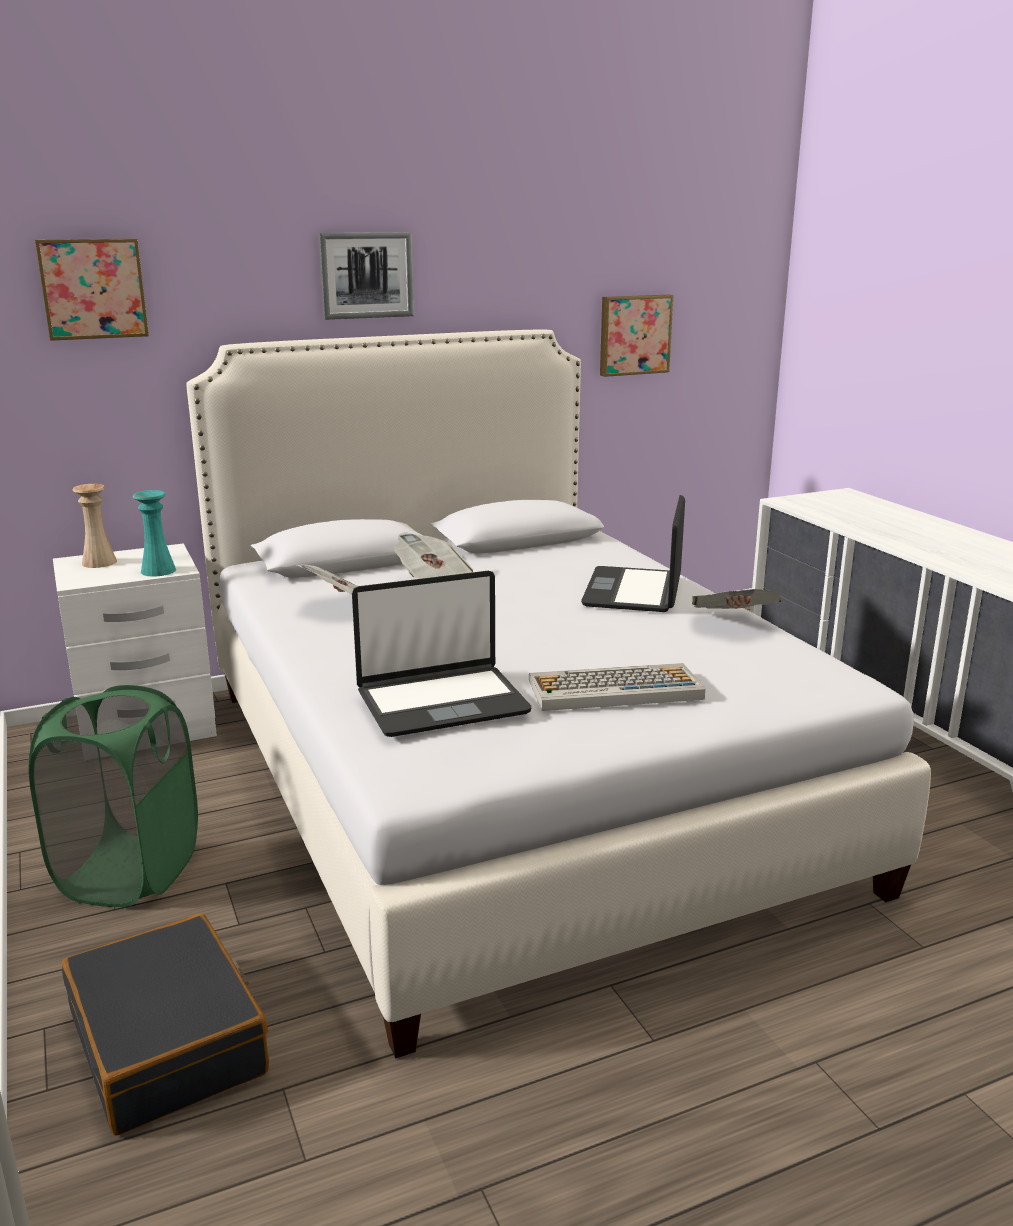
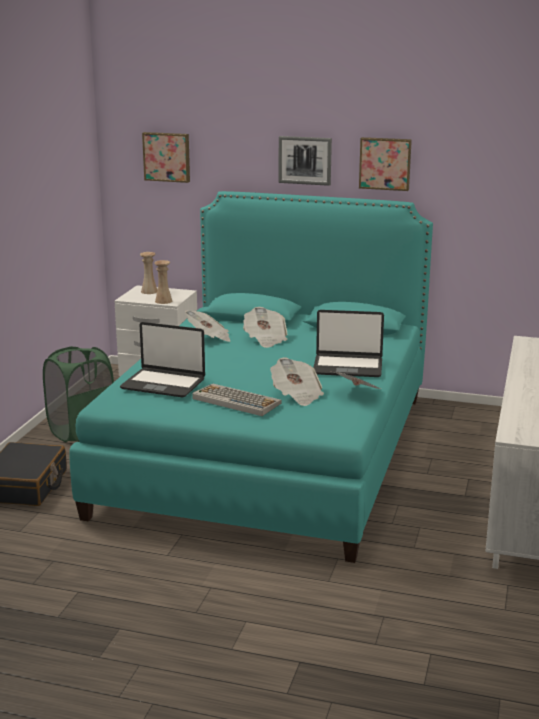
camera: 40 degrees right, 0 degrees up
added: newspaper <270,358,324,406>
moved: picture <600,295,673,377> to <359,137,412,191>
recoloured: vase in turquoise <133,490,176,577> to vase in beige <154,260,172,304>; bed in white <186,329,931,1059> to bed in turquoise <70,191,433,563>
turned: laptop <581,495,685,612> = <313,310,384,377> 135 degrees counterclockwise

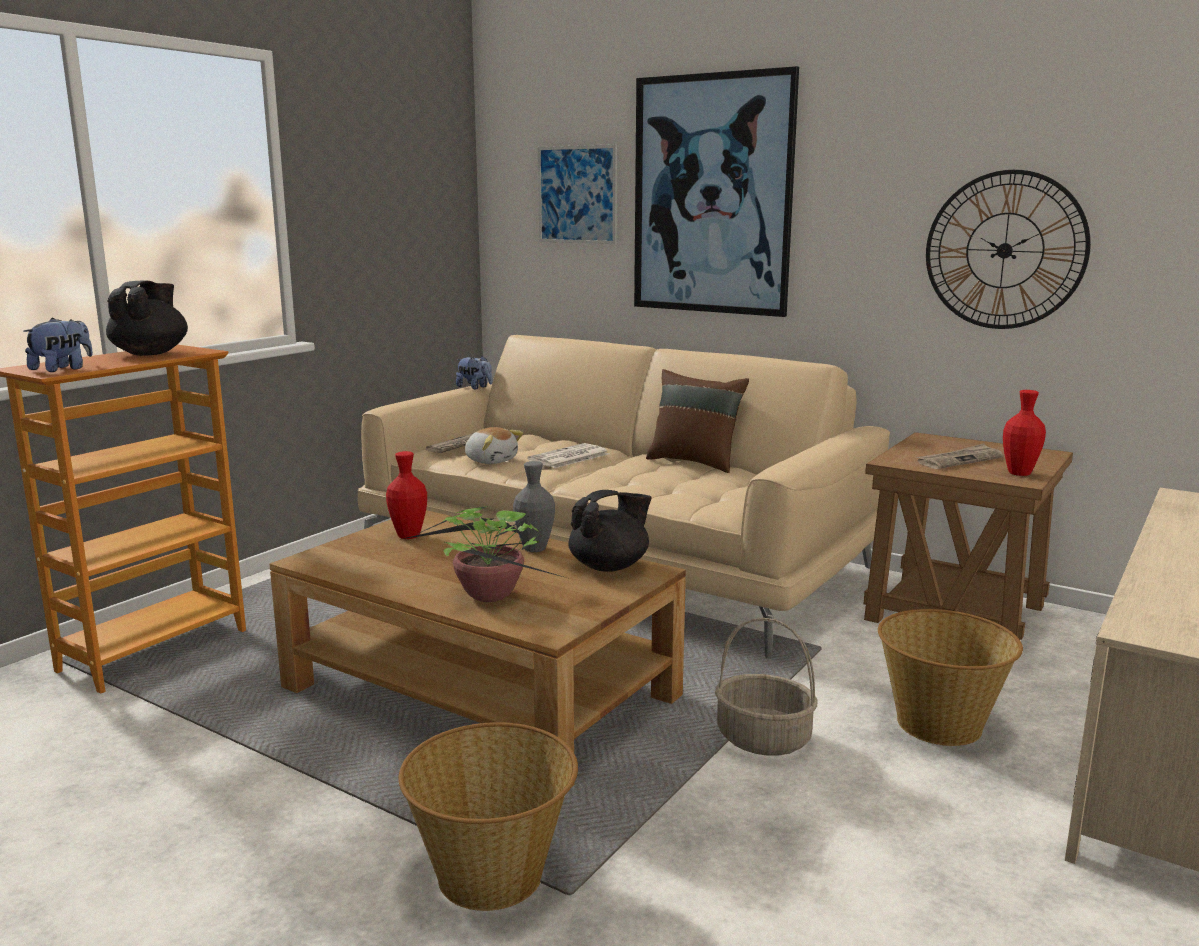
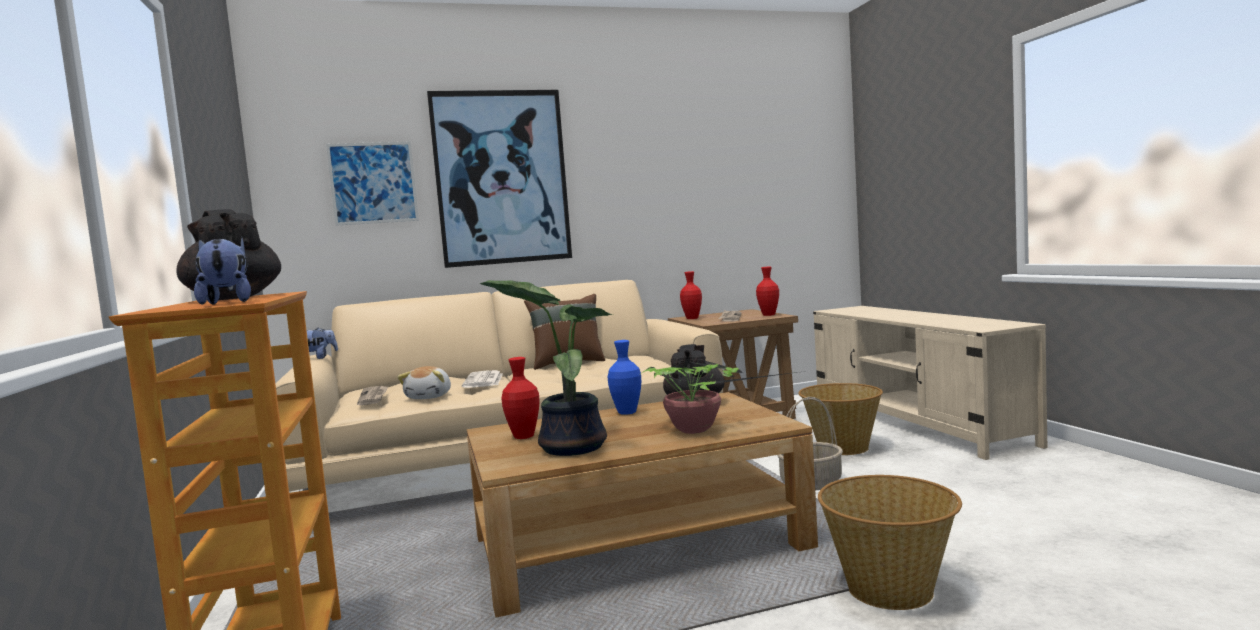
camera: 50 degrees left, 10 degrees down
removed: wall clock <926,170,1091,329>
added: potted plant <479,280,613,456>; vase in red <680,271,702,319>
recoloured: vase in grey <513,461,555,552> to vase in blue <608,340,641,415>
turned: plush toy <465,427,523,464> = <397,366,451,399> 105 degrees clockwise

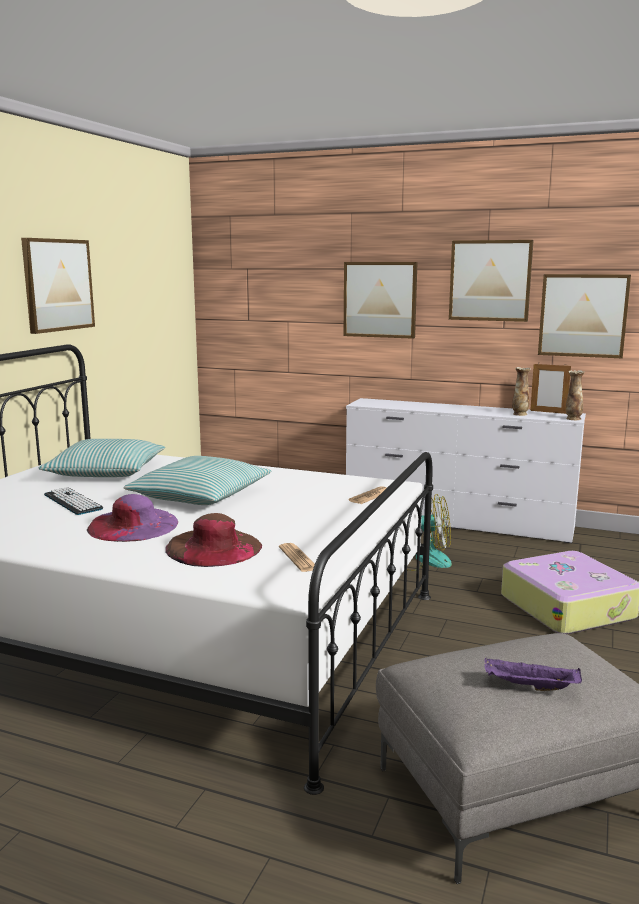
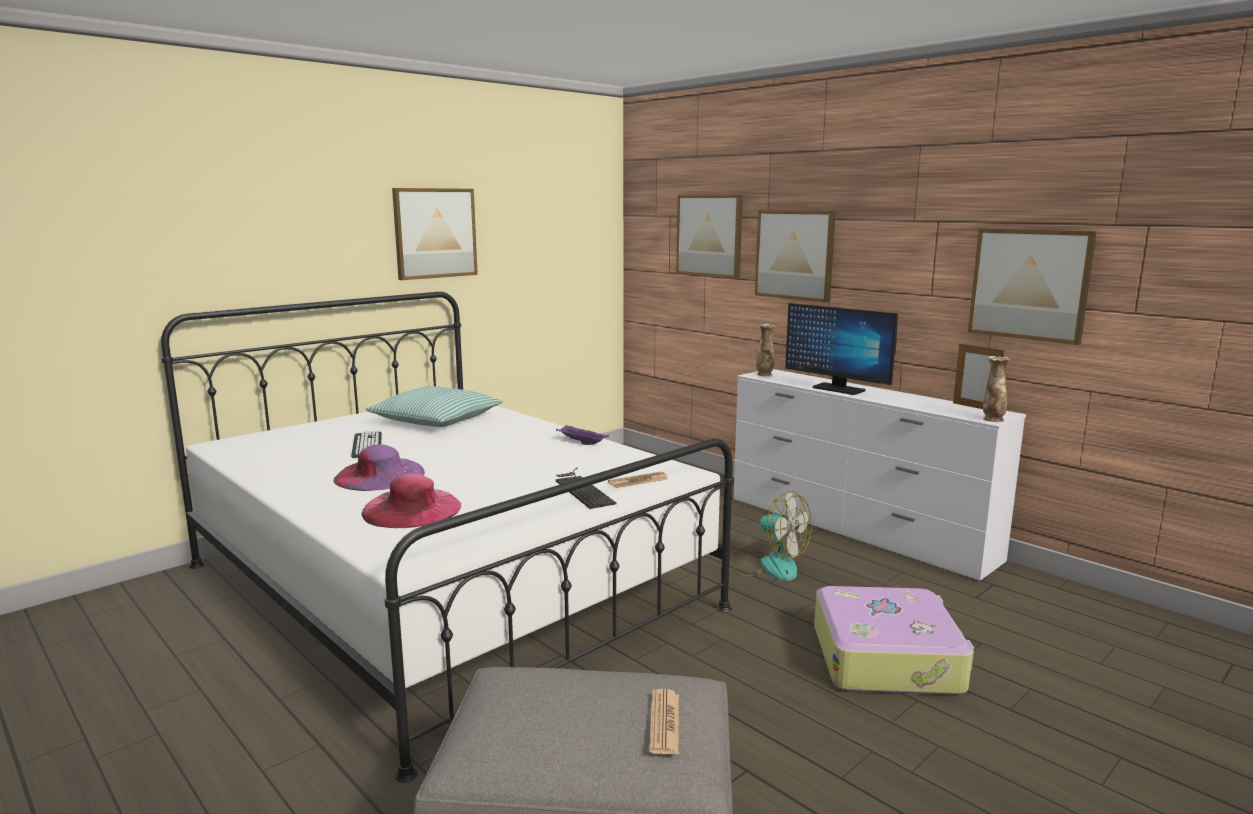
camera: 25 degrees right, 0 degrees up
removed: pillow <123,456,271,505>
added: keyboard <556,467,616,509>; monitor <785,303,898,395>
moved: newspaper <279,543,315,572> to <649,689,679,754>; picture <449,240,534,322> to <676,195,743,279>; tray in purple <484,658,582,691> to <556,425,609,445>; vase <512,367,530,416> to <756,324,776,376>
recoloured: hat in brown <165,513,262,567> to hat in pink <362,474,461,528>

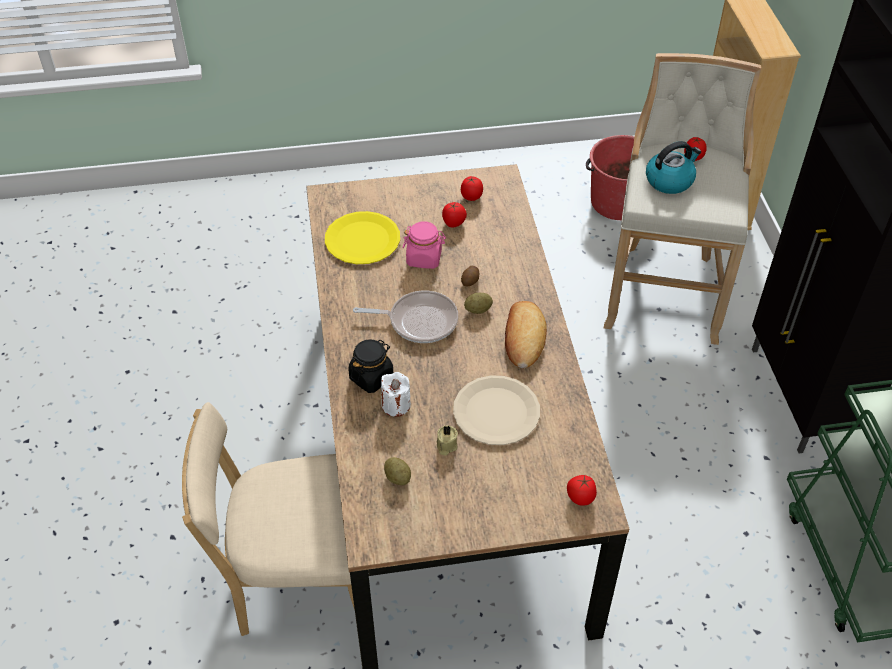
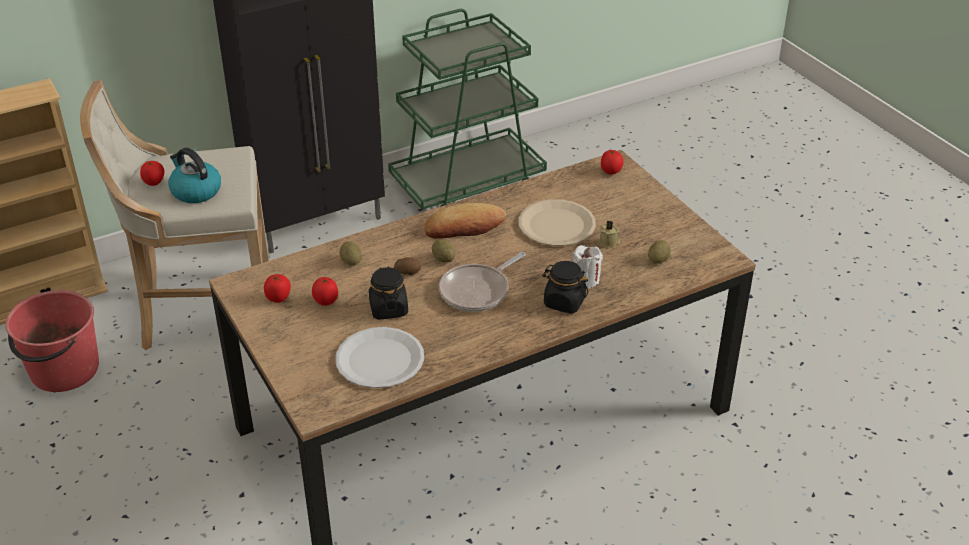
camera: 110 degrees left, 10 degrees down
removed: chair in beige <182,402,355,636>
added: potato <339,242,362,265>
recoloured: plate in yellow <325,211,400,264> to plate in white <336,327,424,388>; jar in pink <403,221,446,269> to jar in black <369,267,408,320>
turned: frying pan <353,290,458,343> = <439,252,526,312> 120 degrees counterclockwise

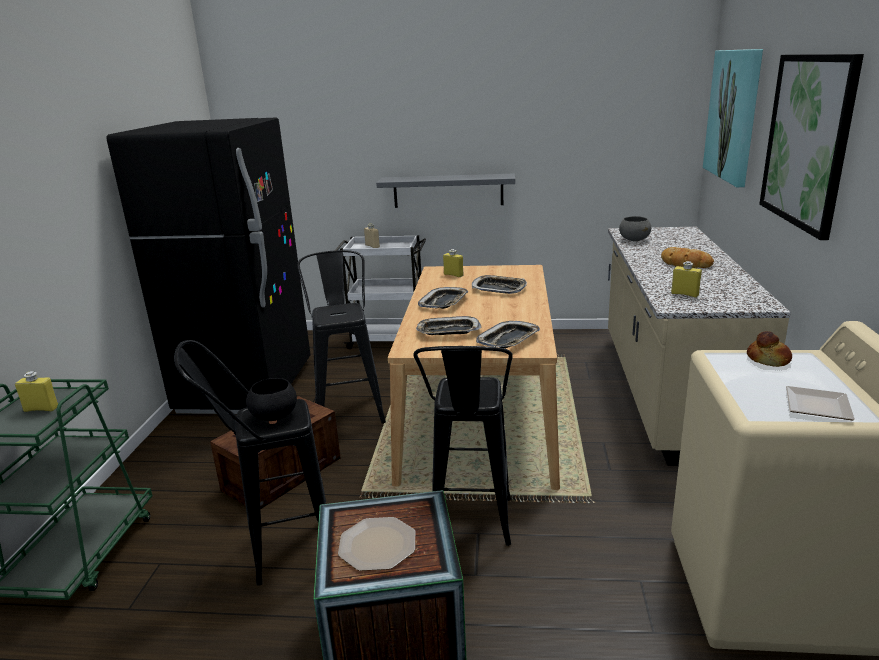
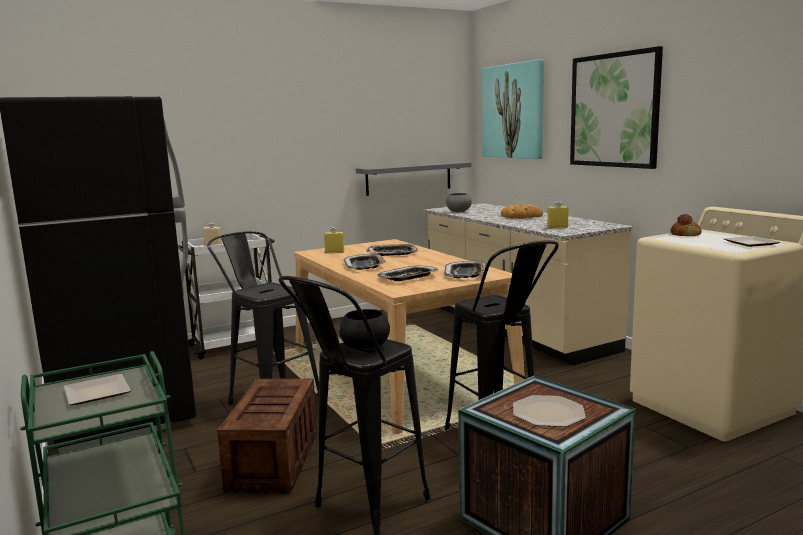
camera: 35 degrees left, 10 degrees down
moved: shelf in grey <376,173,515,208> to <356,162,471,196>
replaced: bottle in yellow <15,371,58,412> to plate <64,374,131,405>

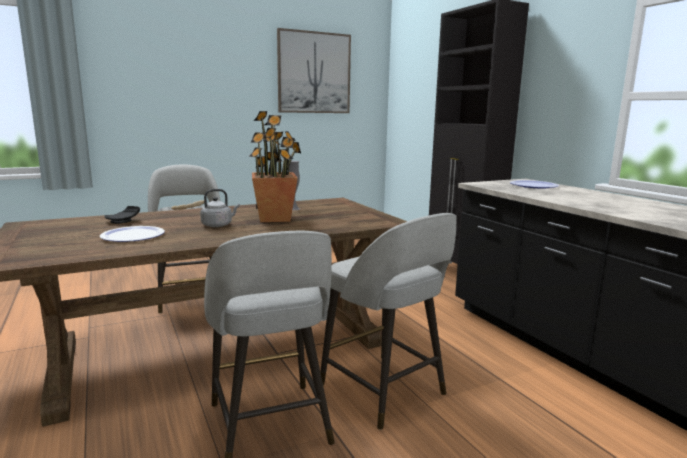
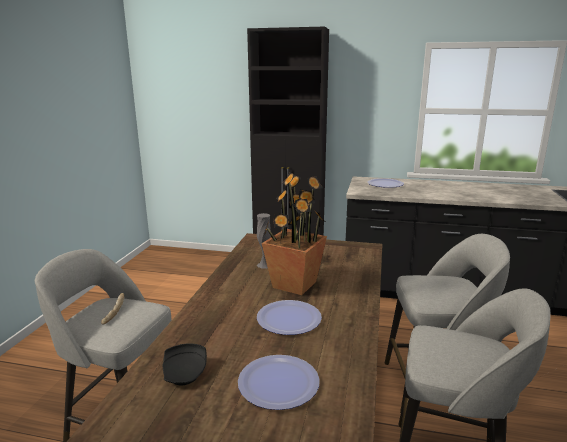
camera: 50 degrees left, 5 degrees up
removed: picture <277,28,351,113>
replaced: kettle in grey <200,189,240,227> to plate <257,300,322,335>

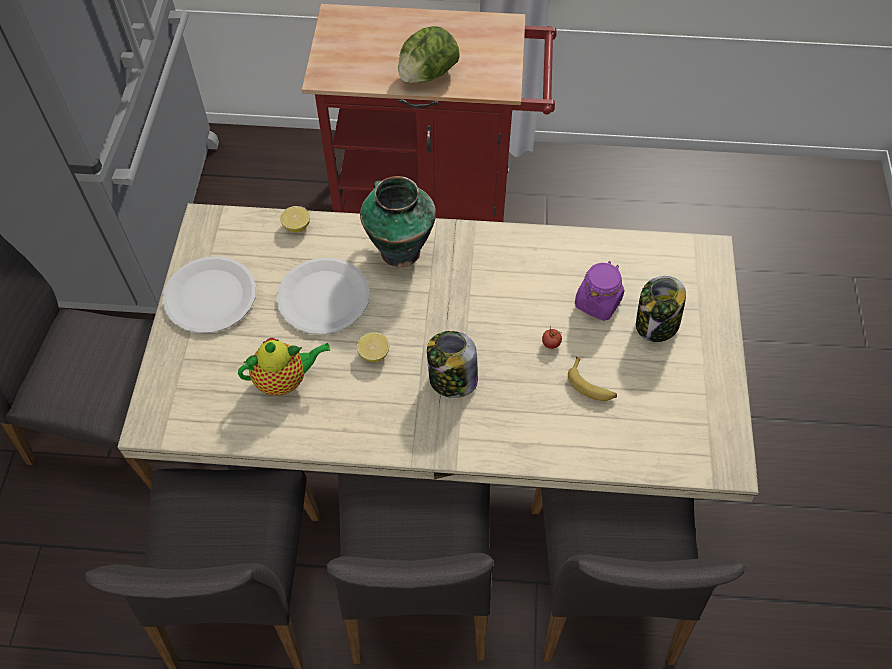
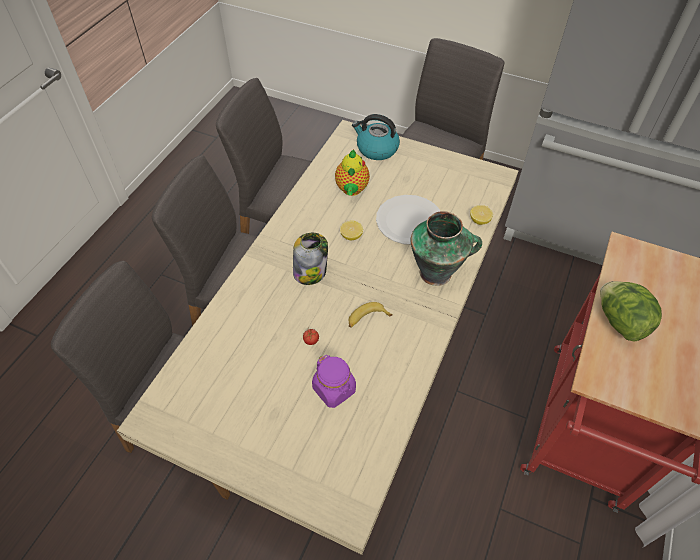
camera: 110 degrees right, 5 degrees down
removed: plate in white <163,256,256,333>; jar <636,276,686,342>
added: kettle <352,114,400,160>
moved: banana <568,357,617,401> to <348,302,393,328>

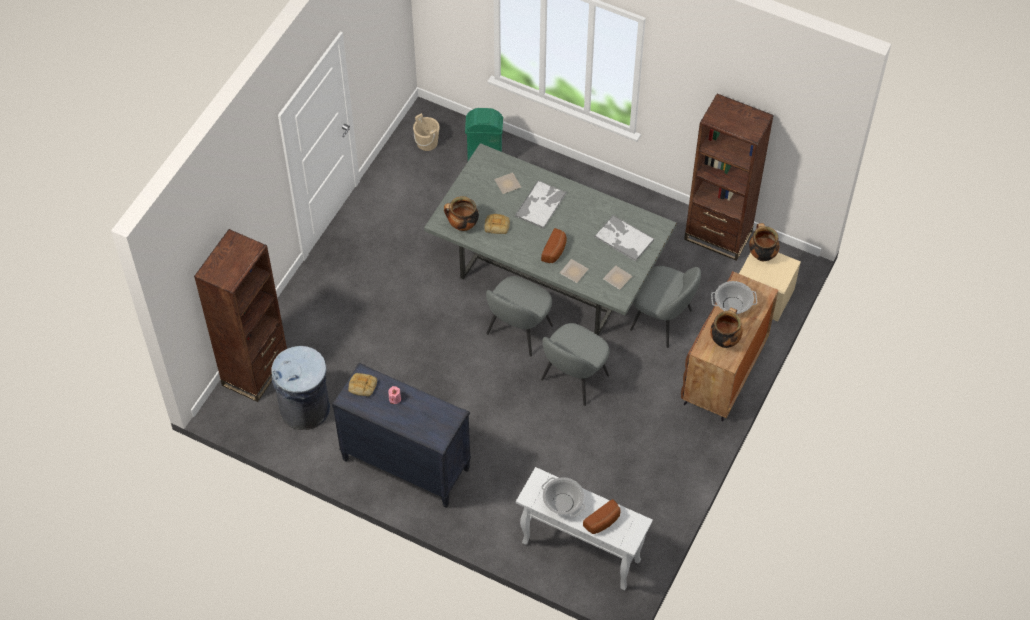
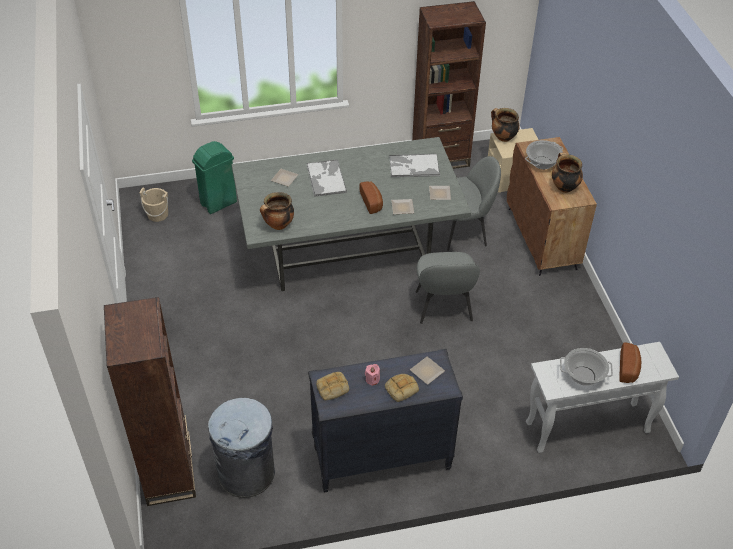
camera: 40 degrees left, 10 degrees down
removed: chair in grey <486,276,553,357>
added: plate <410,356,445,385>
moved: bread <484,214,510,234> to <385,374,419,402>

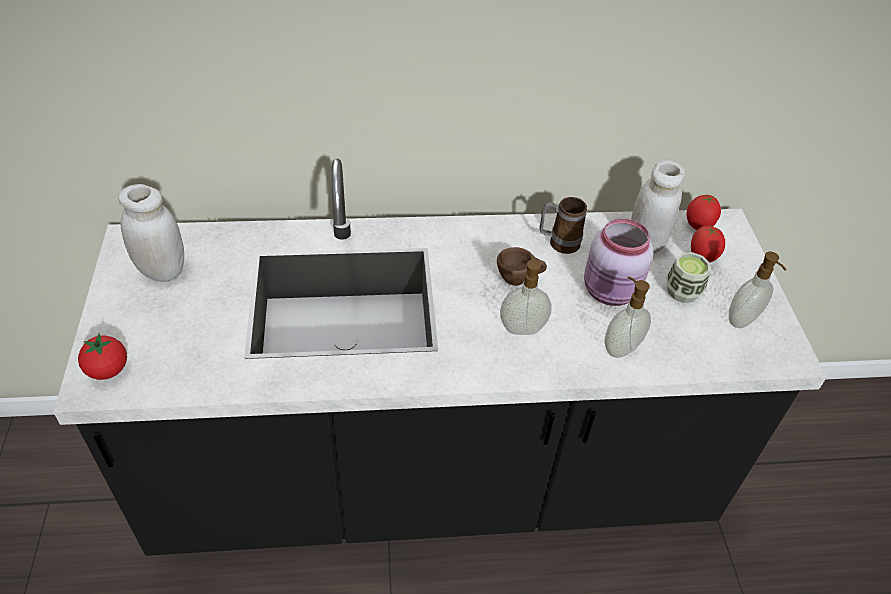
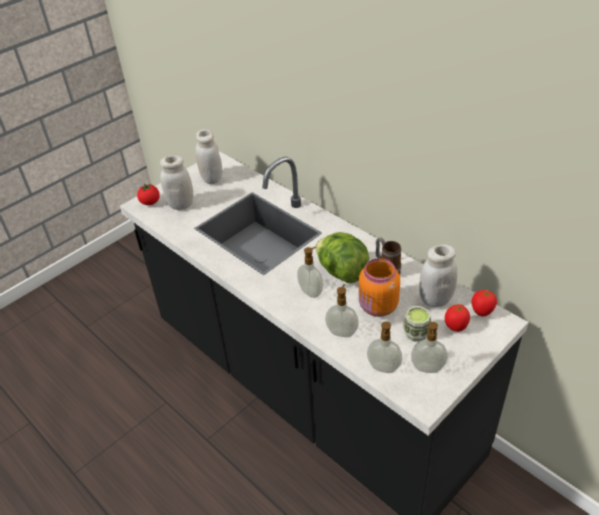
camera: 55 degrees right, 5 degrees down
added: jar in white <160,156,194,210>; soap dispenser <367,322,402,373>
replaced: cup in brown <497,247,547,286> to lettuce <316,232,369,283>
recoloured: jar in pink <584,218,654,306> to jar in orange <359,258,400,317>

